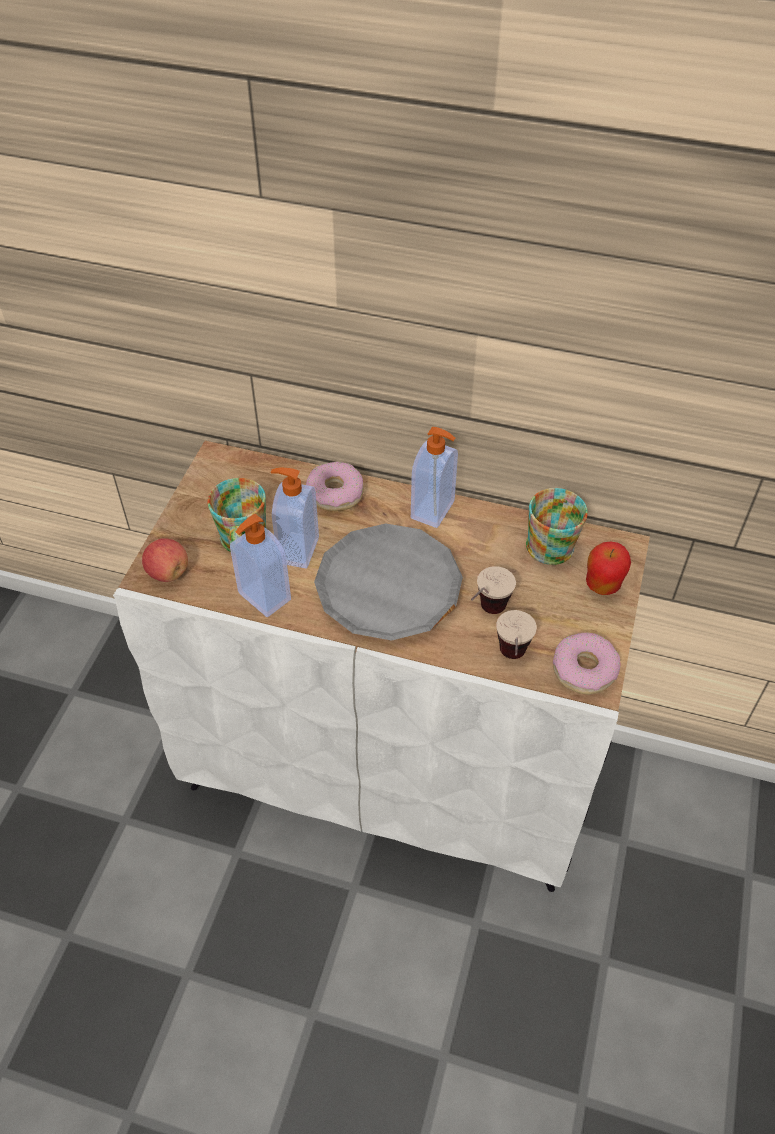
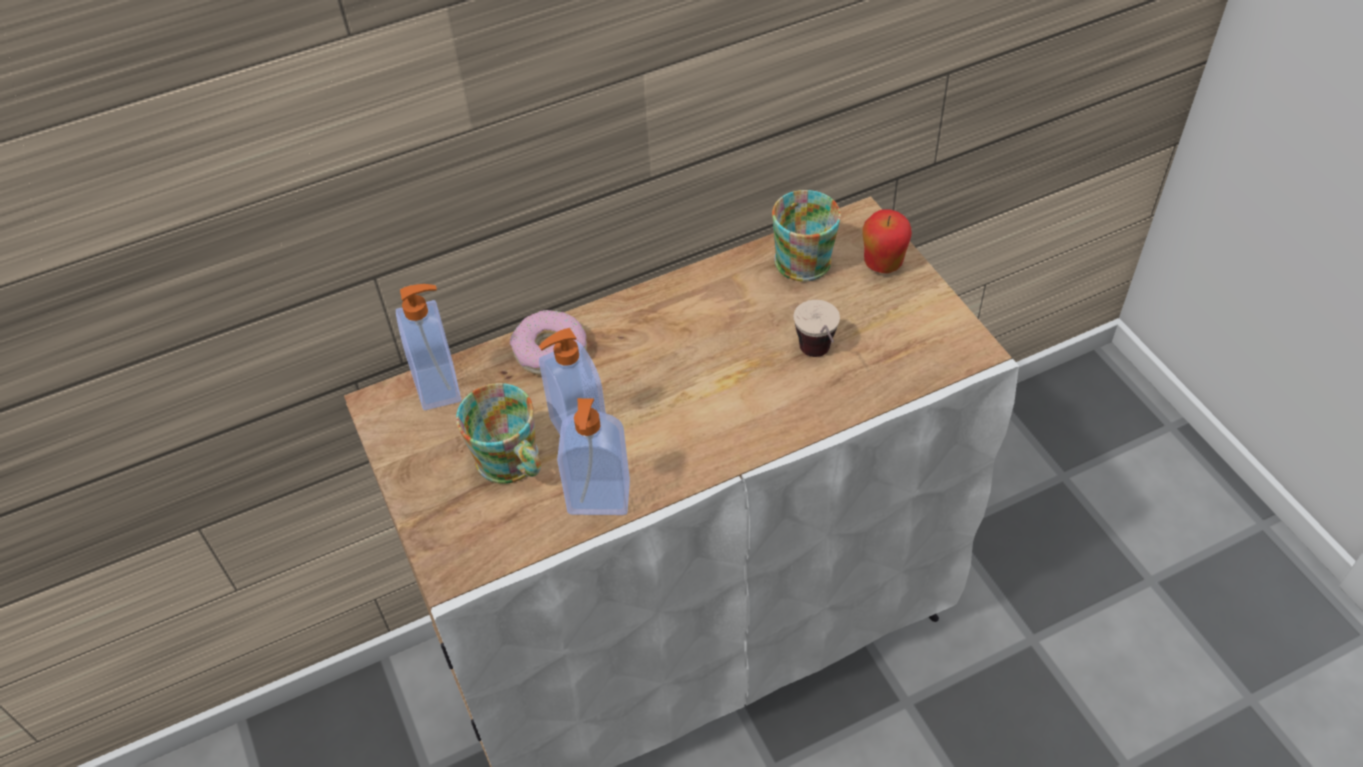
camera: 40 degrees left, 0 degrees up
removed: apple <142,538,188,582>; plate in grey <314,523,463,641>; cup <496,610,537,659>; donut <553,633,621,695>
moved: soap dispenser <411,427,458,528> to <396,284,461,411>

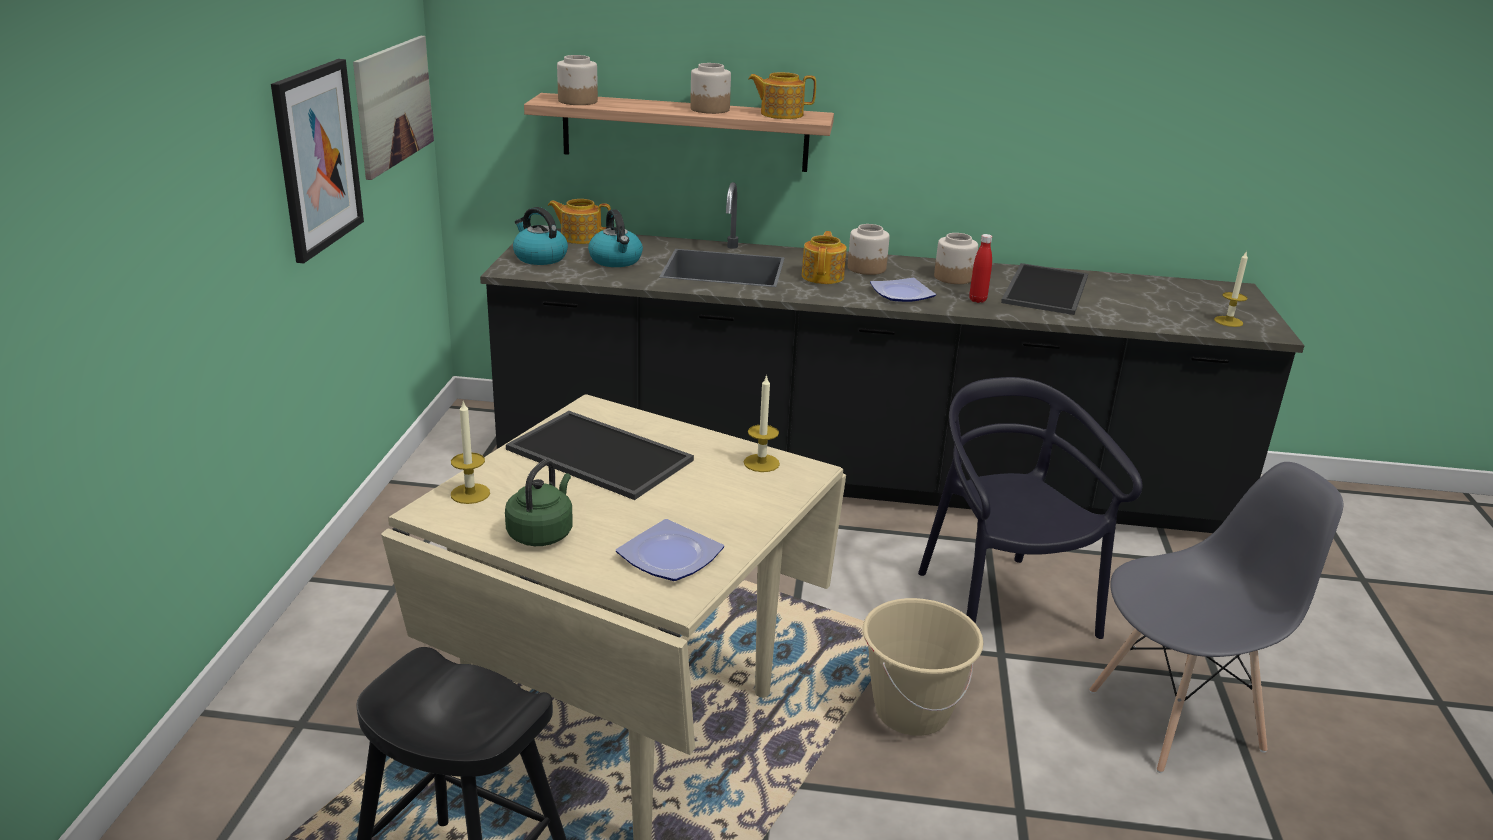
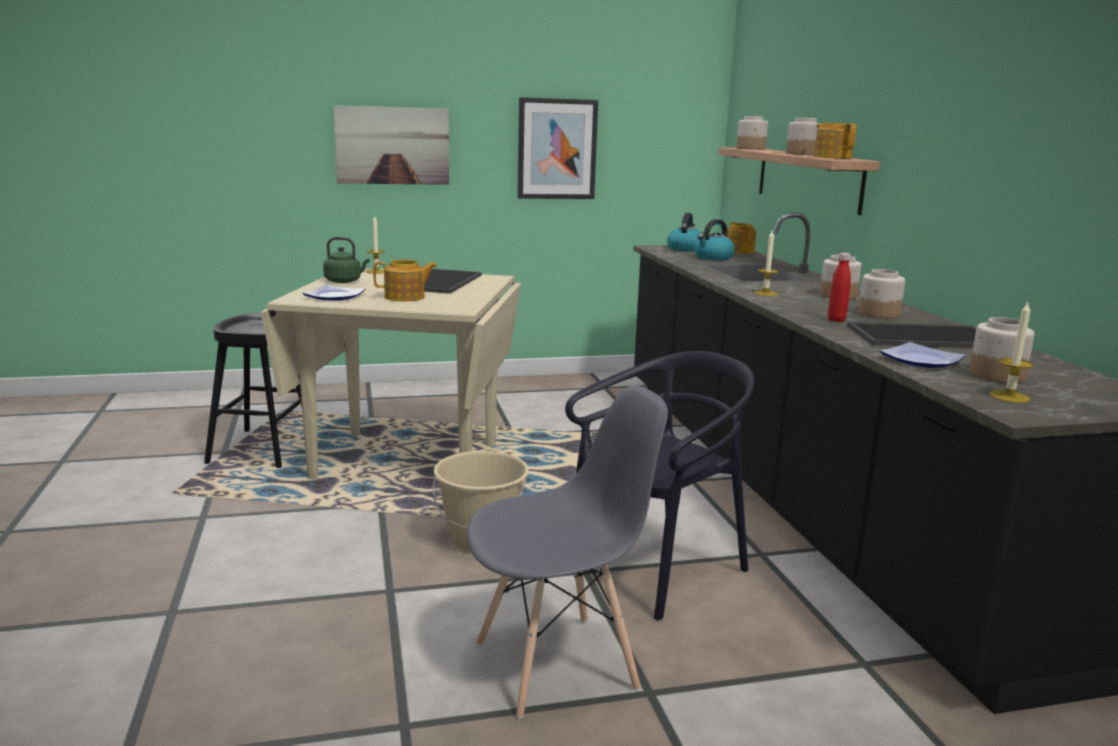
camera: 70 degrees right, 10 degrees down
added: jar <969,317,1035,383>
moved: picture <353,36,434,180> to <334,105,449,185>; candle <744,374,780,472> to <754,231,778,296>; teapot <802,231,847,284> to <373,260,437,302>; plate <870,278,936,302> to <880,342,965,368>
turned: chair in grey <1089,462,1344,773> = <467,385,668,719> 75 degrees counterclockwise

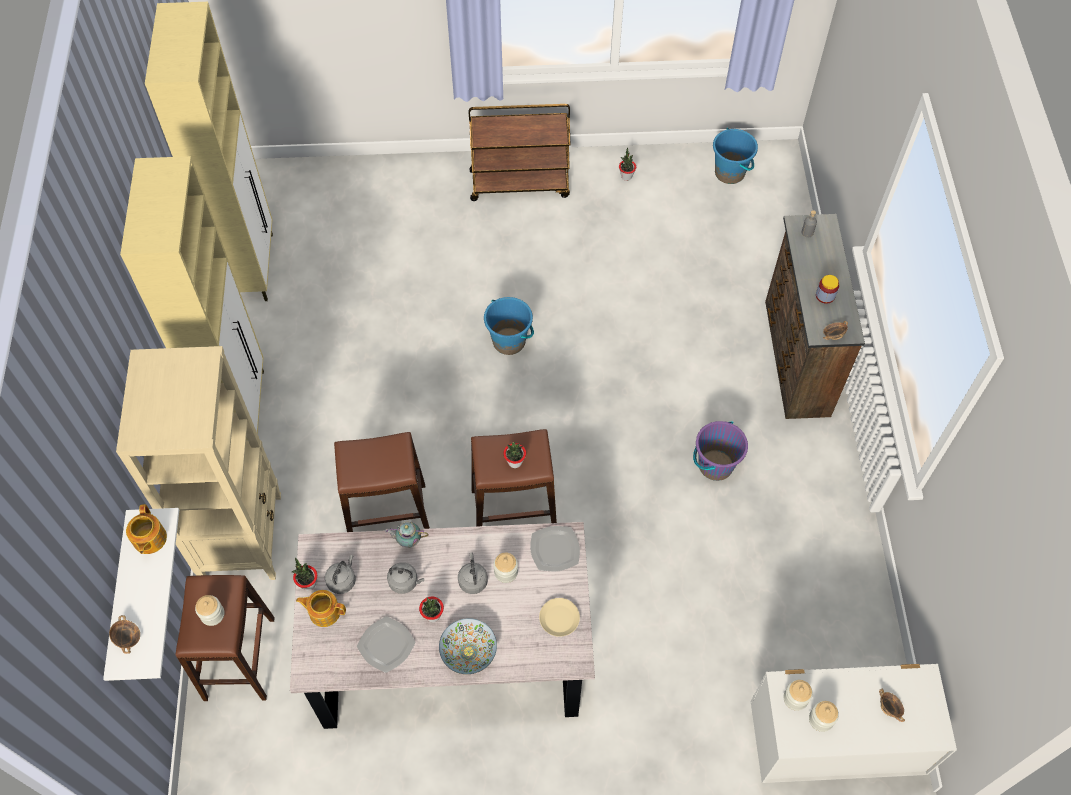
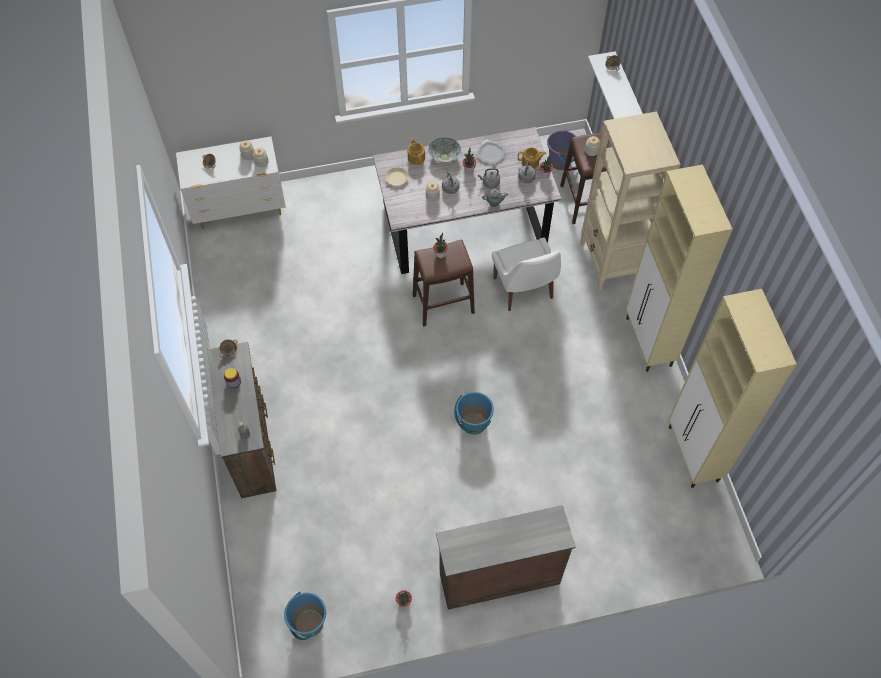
camera: 170 degrees right, 0 degrees up
removed: plate <530,526,580,571>
moved: teapot <126,504,167,554> to <408,138,425,165>; bucket in purple <693,421,748,481> to <547,130,577,170>
replaced: stool in brown <334,432,430,532> to chair in white <492,238,561,311>; cart in brown <469,104,570,201> to dresser in brown <436,505,575,610>

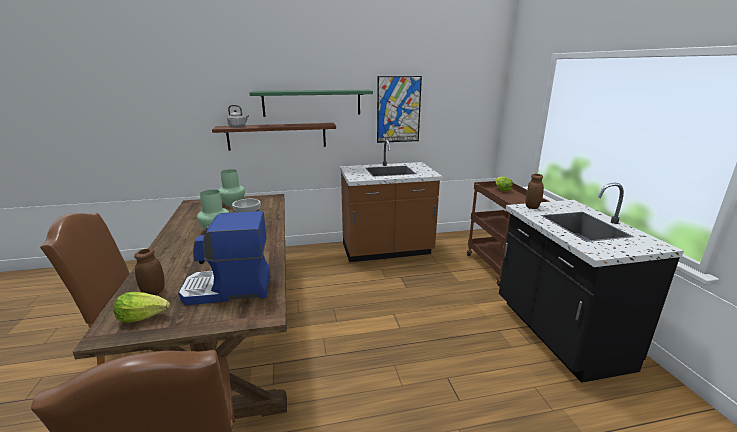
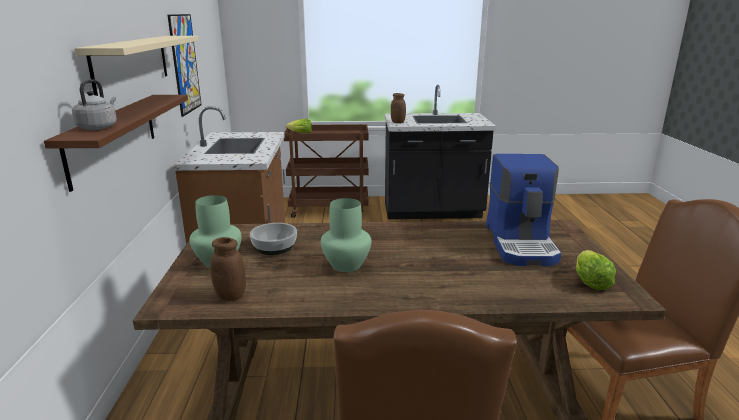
camera: 80 degrees left, 0 degrees up
moved: jar in brown <134,248,165,295> to <210,237,246,301>
recoloured: shelf in green <250,90,373,117> to shelf in beige <75,36,199,96>

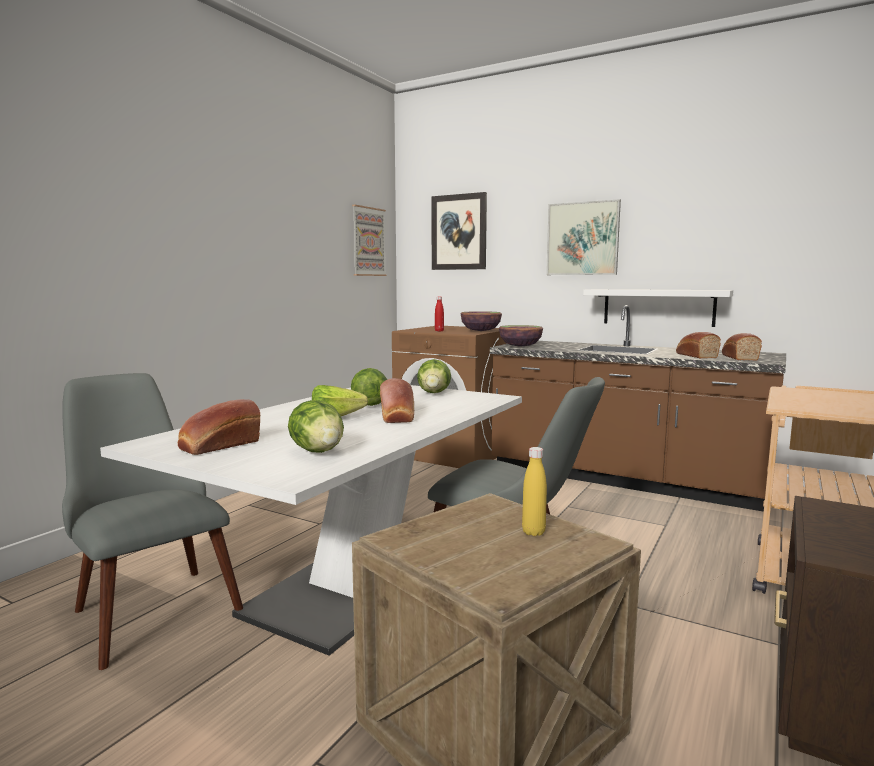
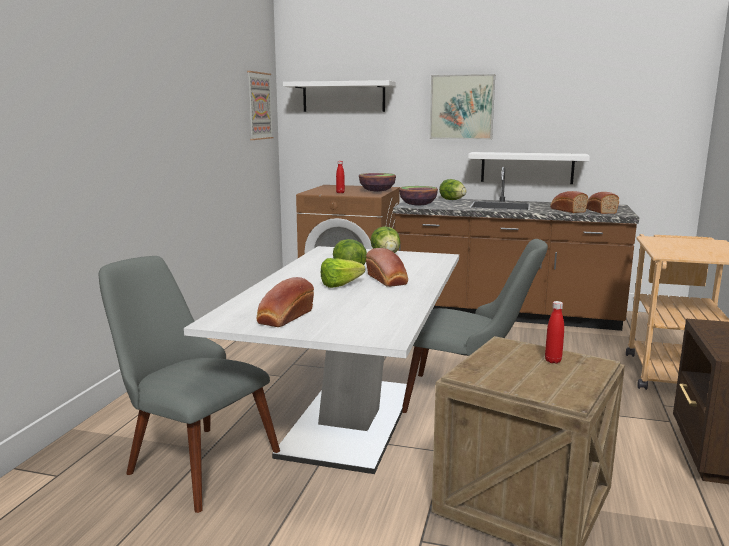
camera: 15 degrees left, 5 degrees up
moved: lettuce <288,400,344,453> to <439,179,467,200>
replaced: picture <432,192,487,270> to shelf in white <283,80,396,112>
recoloured: bottle in yellow <522,447,547,536> to bottle in red <545,301,564,364>

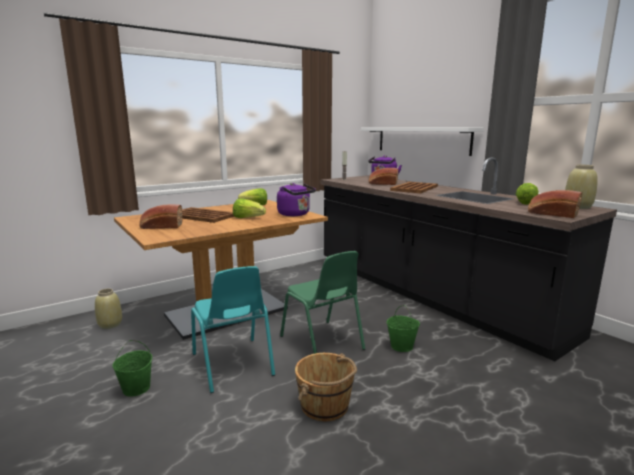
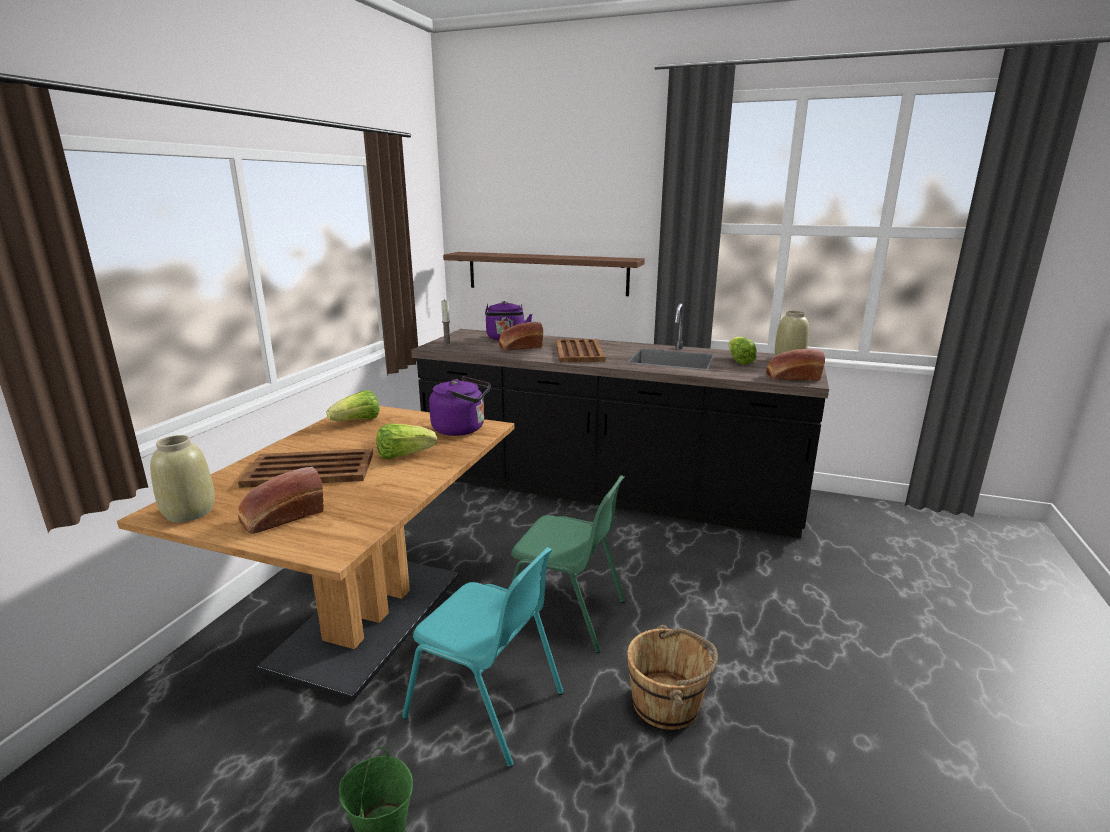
camera: 35 degrees left, 5 degrees up
removed: bucket in green <387,305,420,352>
moved: vase in beige <95,289,122,329> to <150,435,215,522>
recoloured: shelf in white <361,127,484,156> to shelf in brown <443,252,645,296>

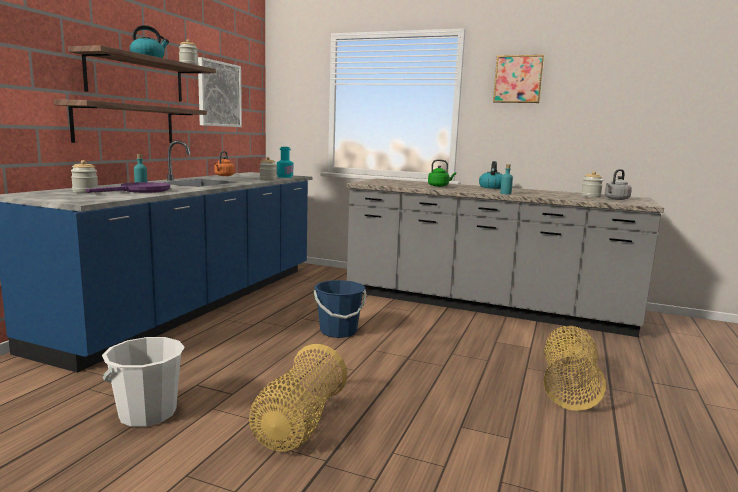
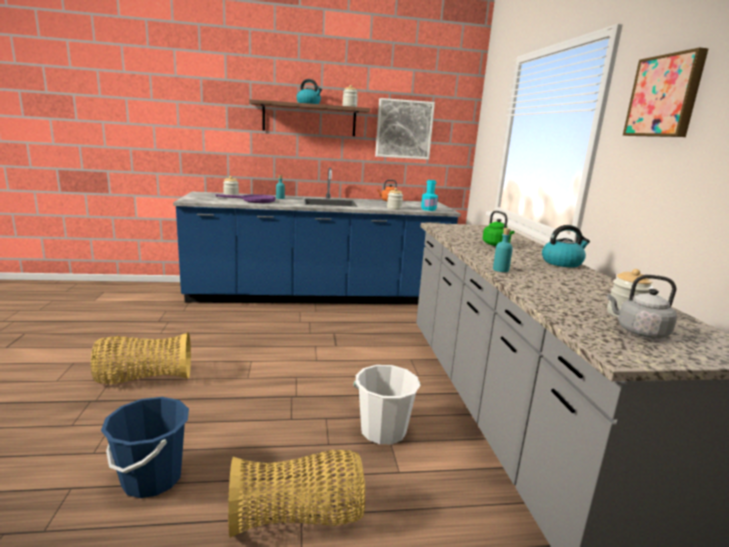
camera: 60 degrees right, 5 degrees up
removed: shelf <54,99,207,143>
moved: bucket in white <102,337,185,427> to <354,365,421,444>; bucket in blue <314,280,367,338> to <101,397,189,498>

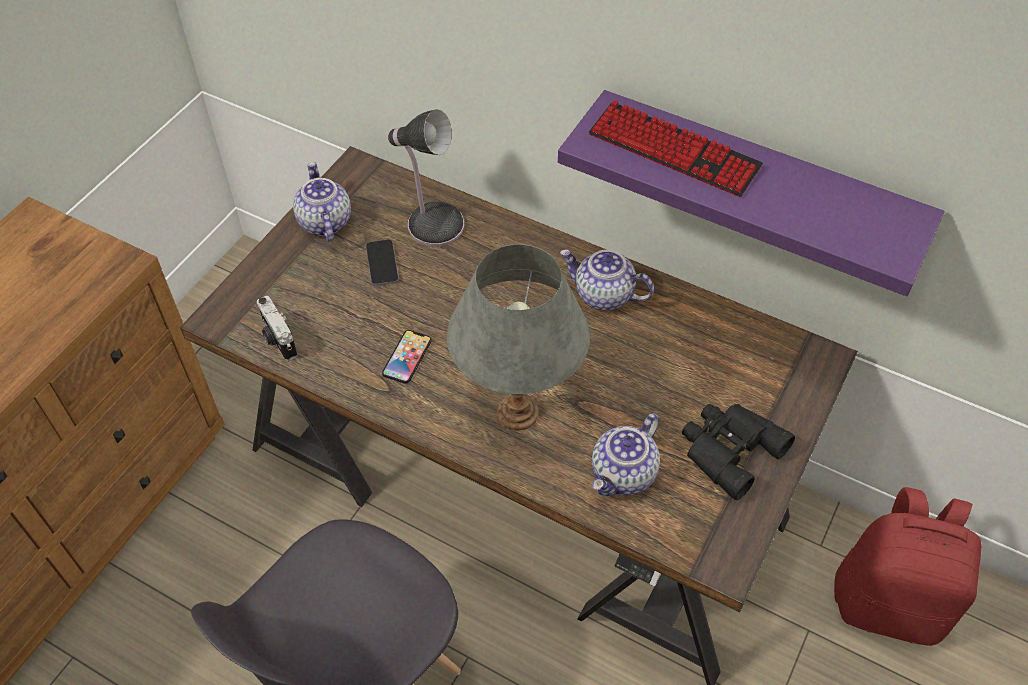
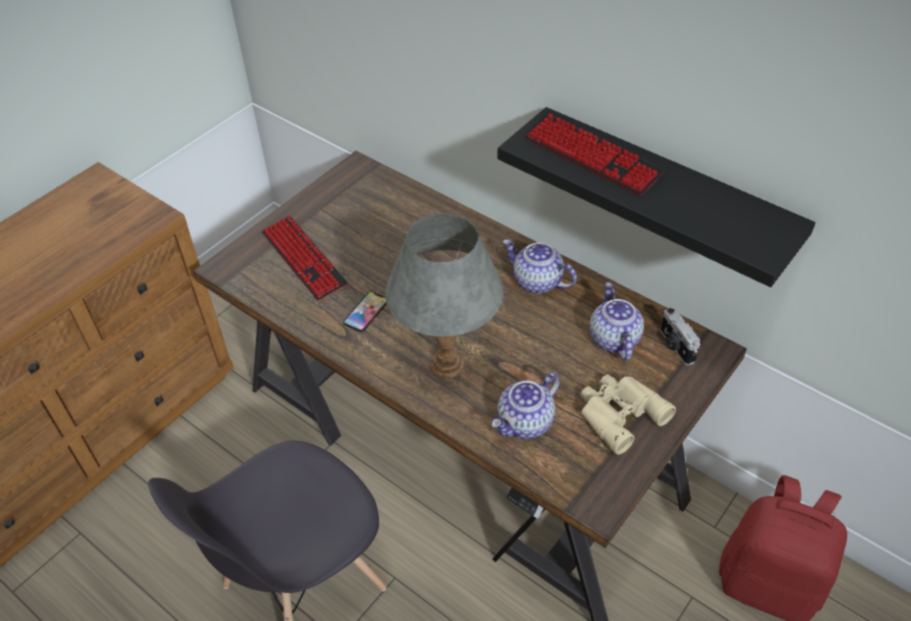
camera: 10 degrees right, 5 degrees down
removed: phone <366,239,399,286>; table lamp <388,109,464,246>
added: keyboard <262,216,348,301>
moved: photo camera <257,296,297,361> to <660,307,700,366>; teapot <293,162,351,242> to <590,282,644,361>
recoloured: shelf in purple <558,90,944,296> to shelf in black <497,107,816,287>; binoculars in black <682,404,795,500> to binoculars in beige <580,374,676,455>

